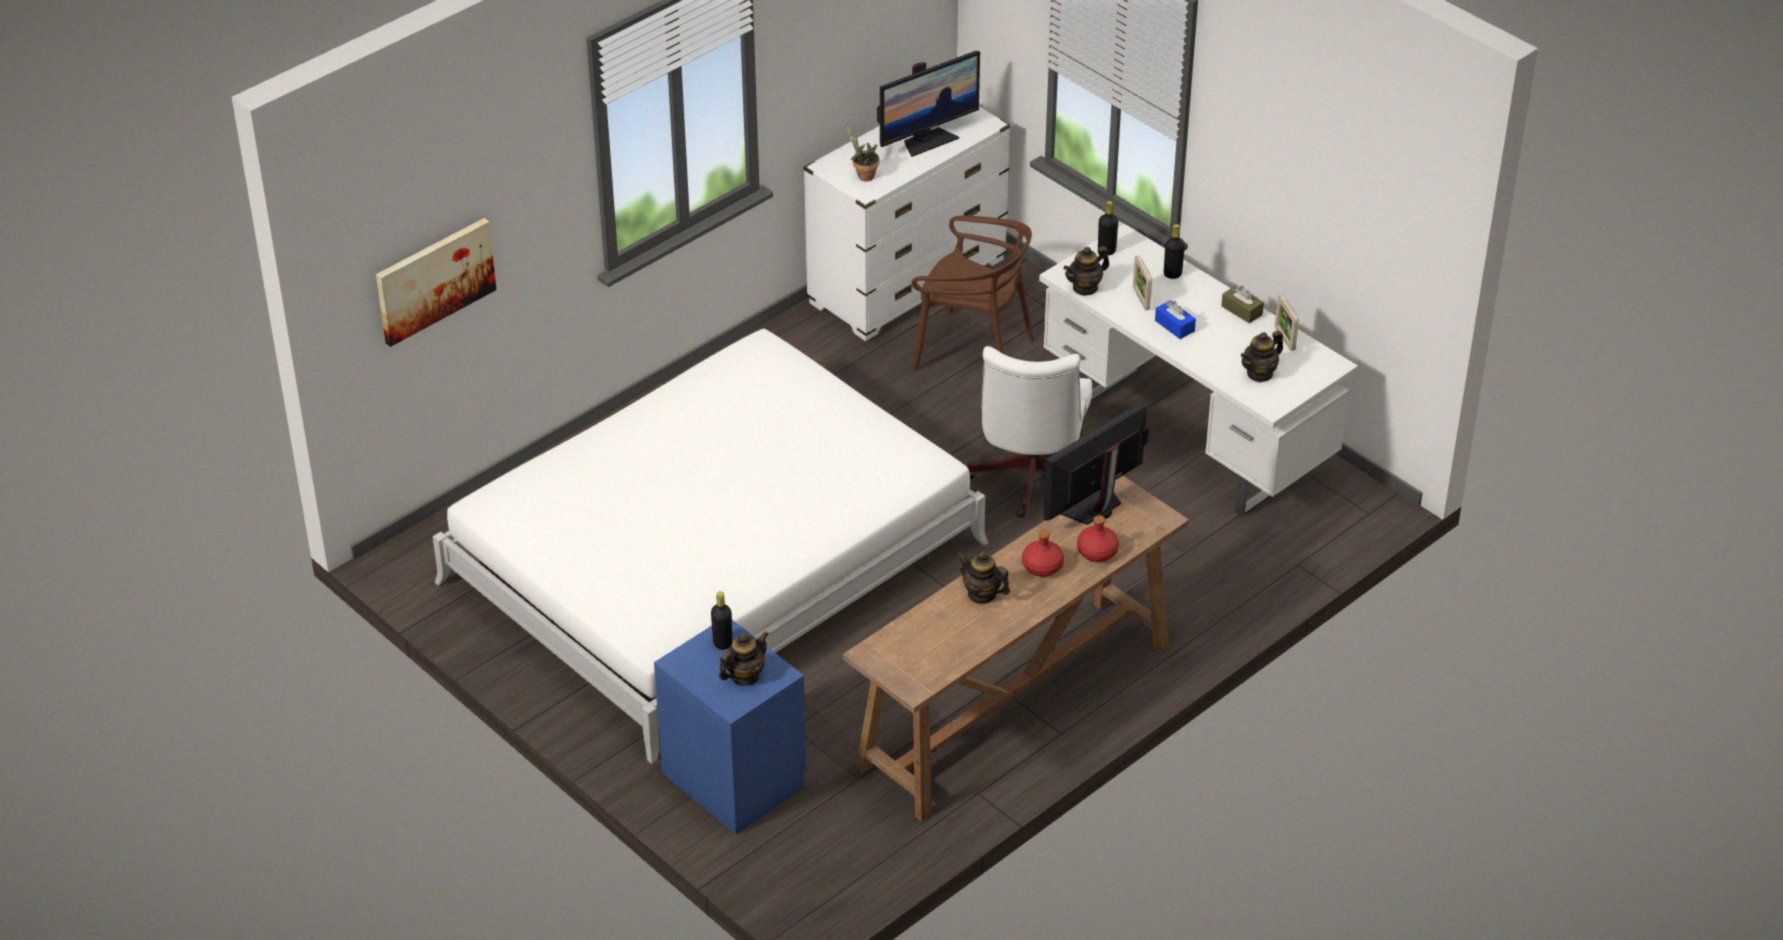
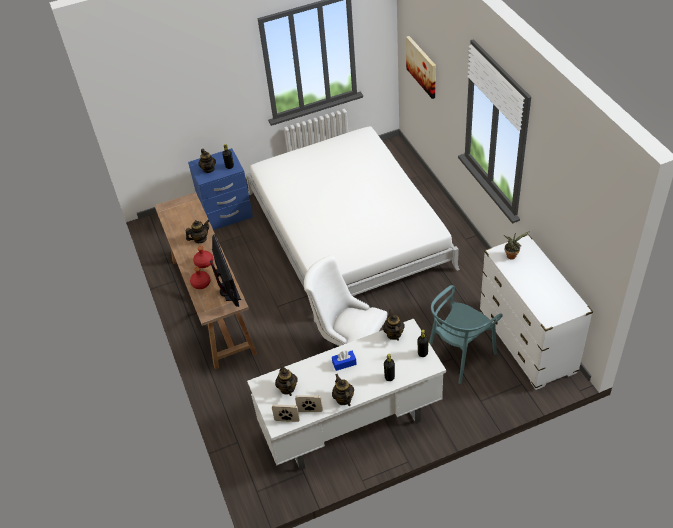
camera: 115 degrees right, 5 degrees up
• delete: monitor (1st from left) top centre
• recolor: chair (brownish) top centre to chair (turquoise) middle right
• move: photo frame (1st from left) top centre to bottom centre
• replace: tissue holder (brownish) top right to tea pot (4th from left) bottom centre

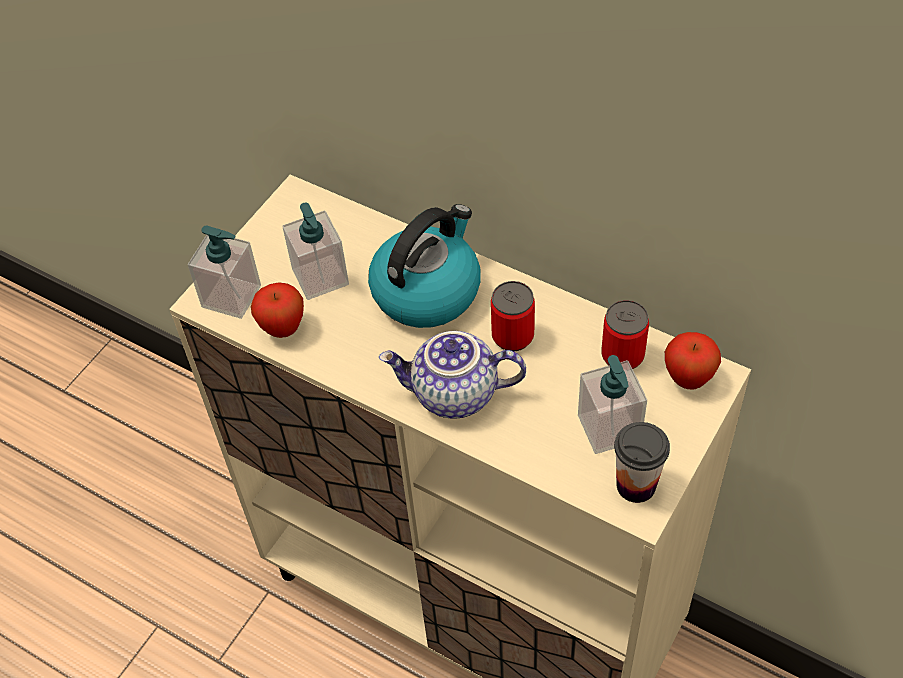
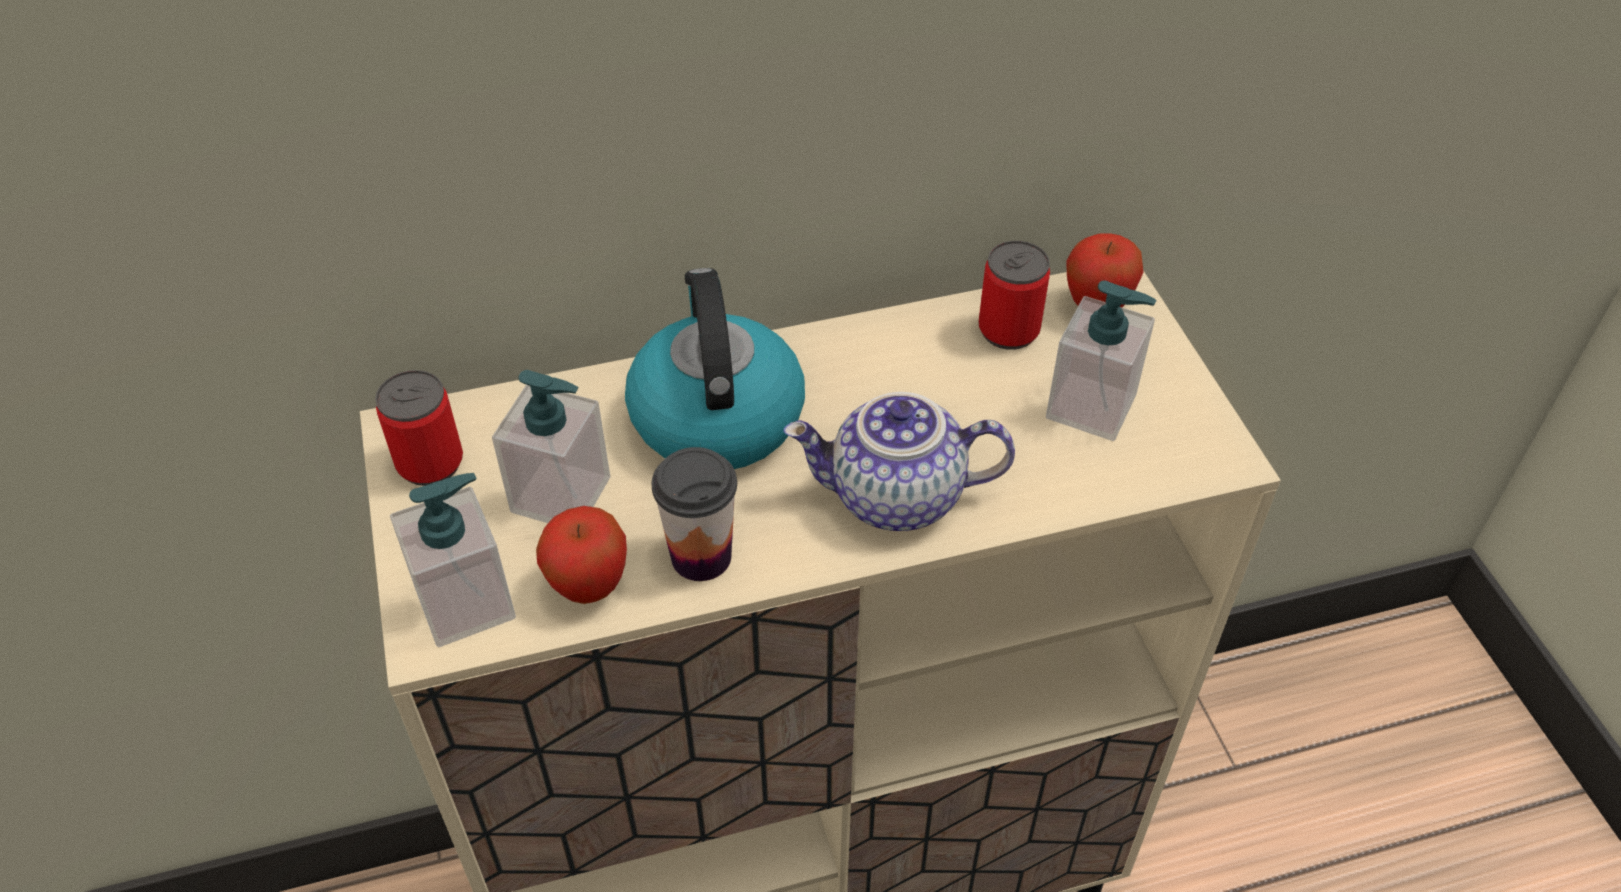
camera: 50 degrees left, 5 degrees down
• rotate: tea pot centre = centre 45 degrees clockwise
• move: metal can (1st from left) centre to middle left
• move: small cup bottom right to centre

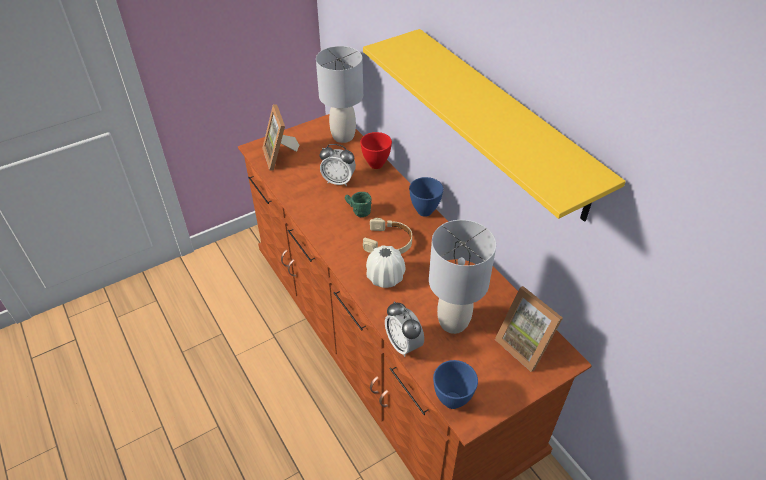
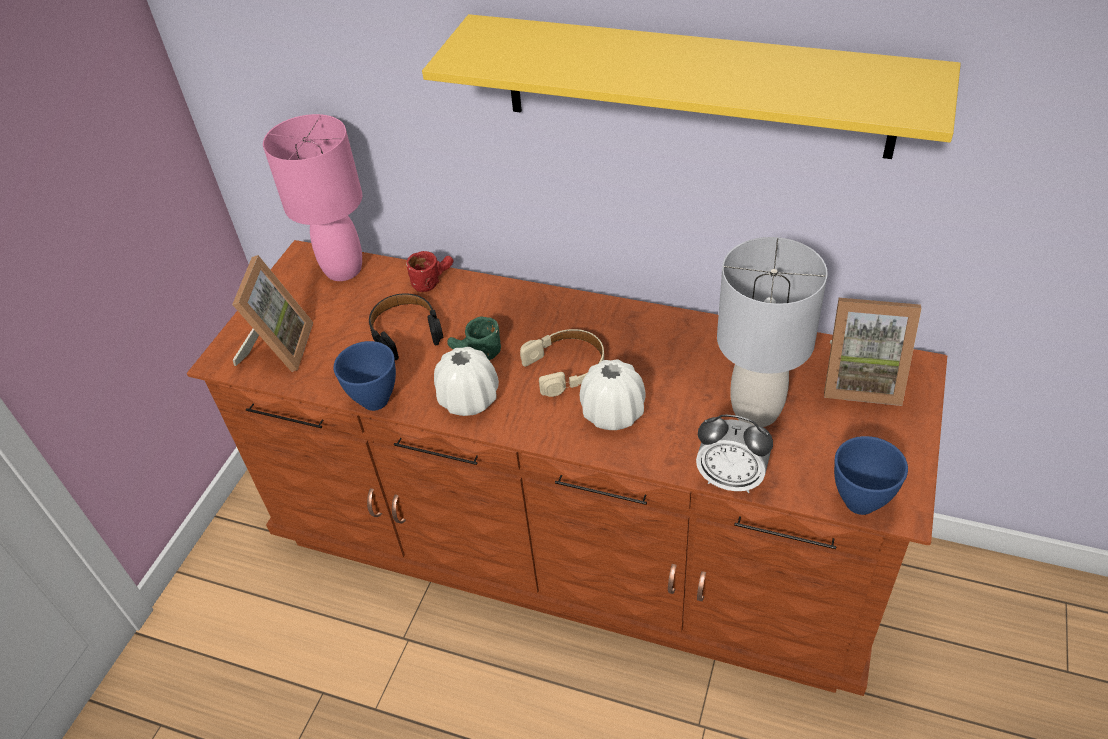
camera: 35 degrees left, 0 degrees up
• rotate: photo frame (1st from left) top centre = middle left 120 degrees counterclockwise
• recolor: tabletop lamp (gray) (1st from left) top centre to tabletop lamp (pink) top left
• replace: alarm clock (1st from left) centre to headset (blackish) centre
• replace: bowl (reddish) top centre to mug (reddish) centre
• move: bowl (blue-coloured) (1st from left) centre to middle left
• insert: decorative vase (whitish) (1st from left) centre

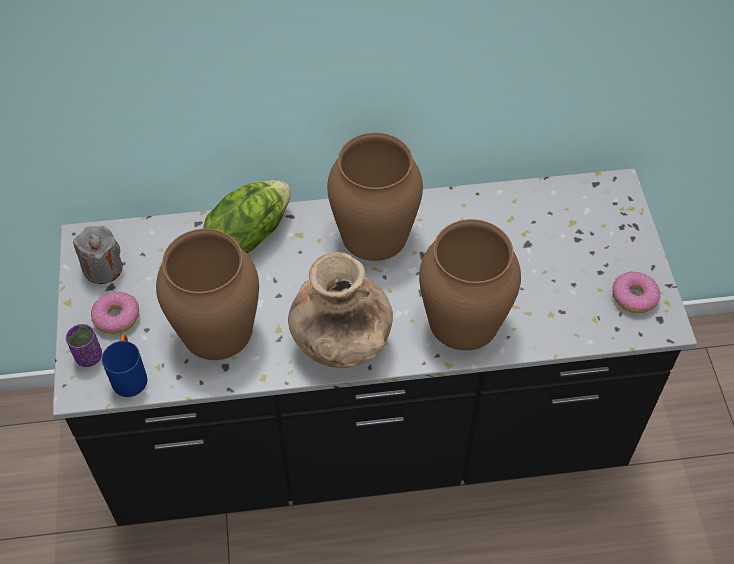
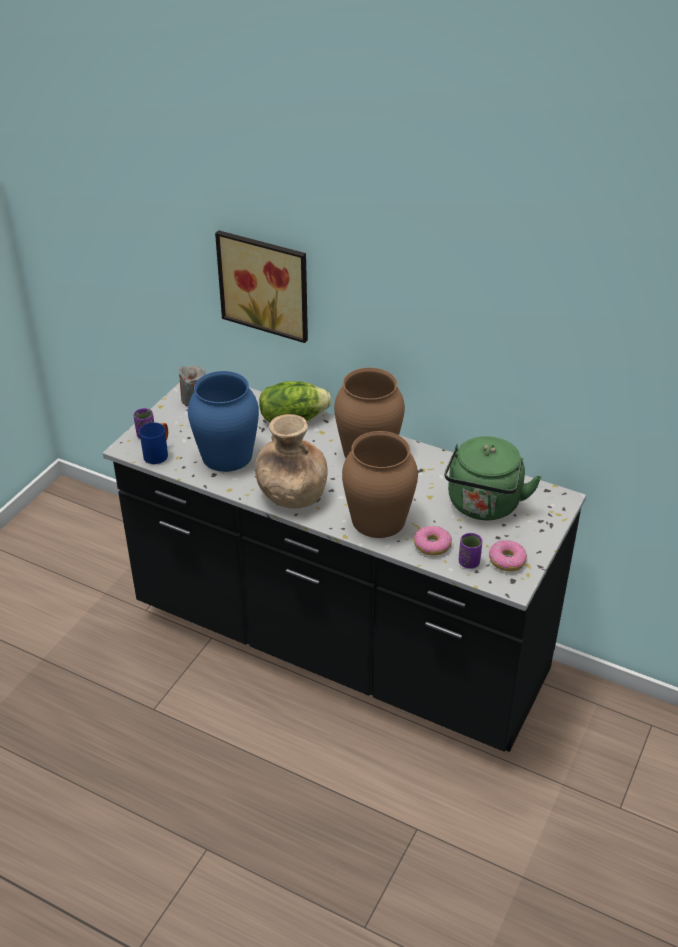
camera: 35 degrees right, 15 degrees down
• move: donut (1st from left) middle left to centre
• recolor: decorative vase (brownish) (1st from left) middle left to decorative vase (blue-coloured) middle left
• insert: wall picture top centre
• insert: tea kettle (green-coloured) middle right
• insert: small cup (purple) (2nd from left) middle right

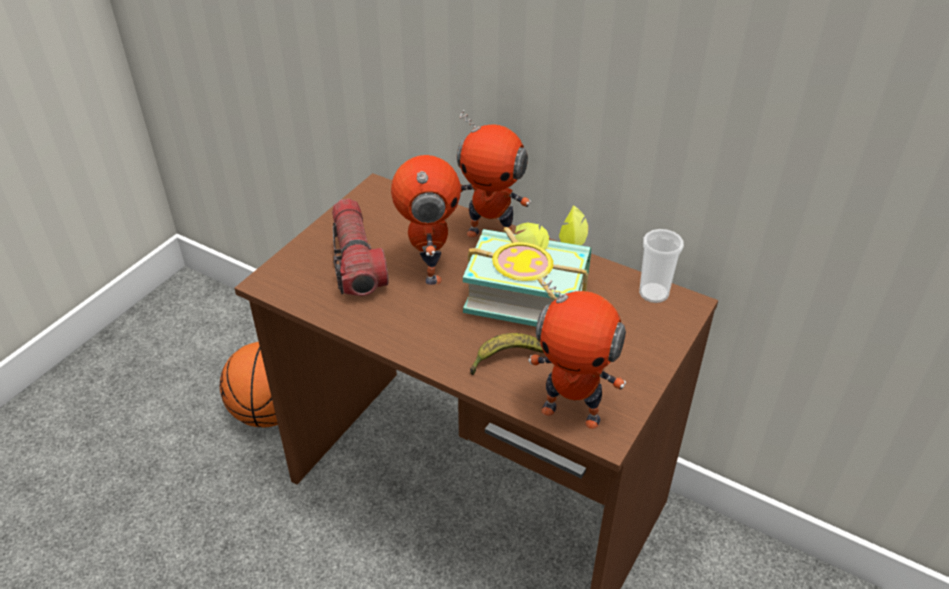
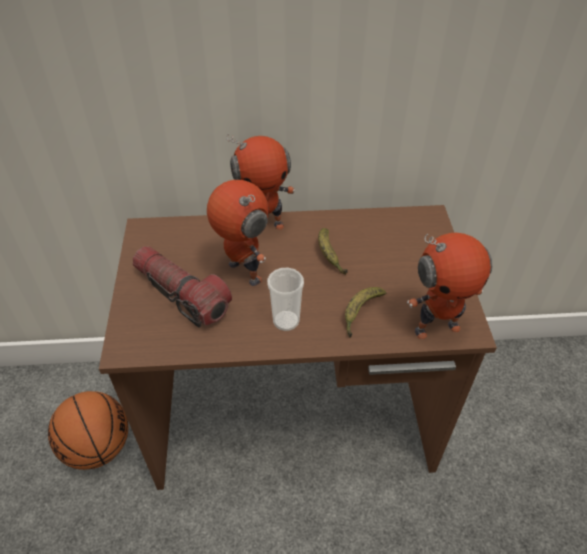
camera: 35 degrees left, 5 degrees up
• replace: bound book centre to whole banana (1st from left) centre
• move: small cup middle right to centre

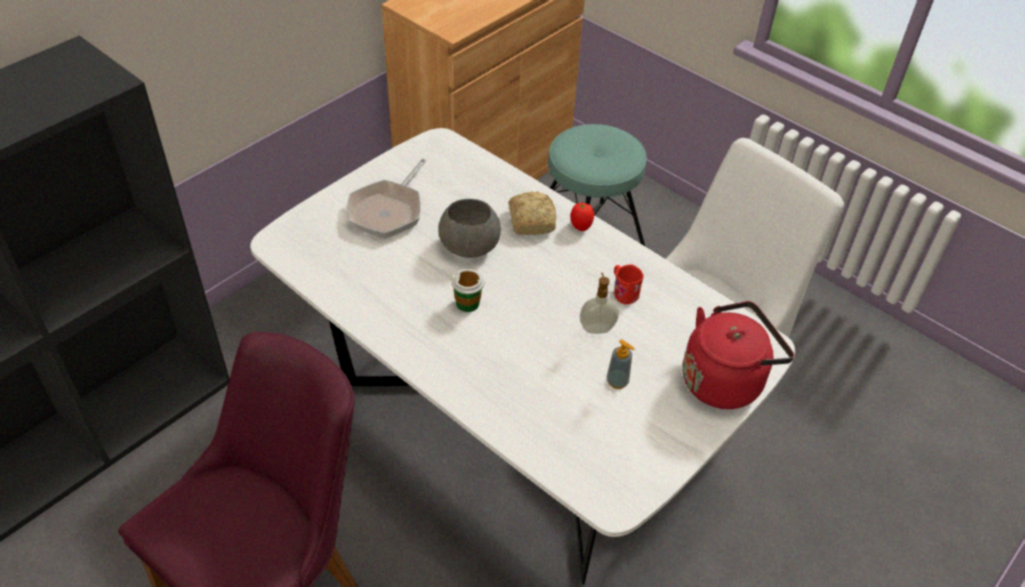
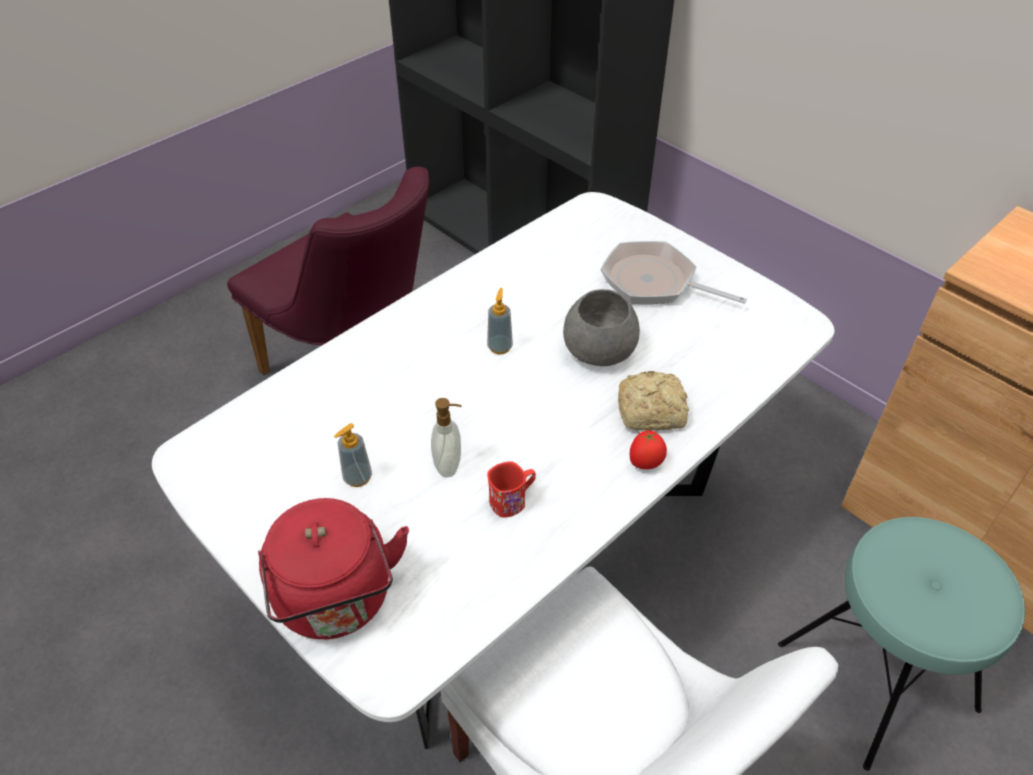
camera: 95 degrees right, 0 degrees up
• replace: small cup centre to soap bottle (3rd from left) centre

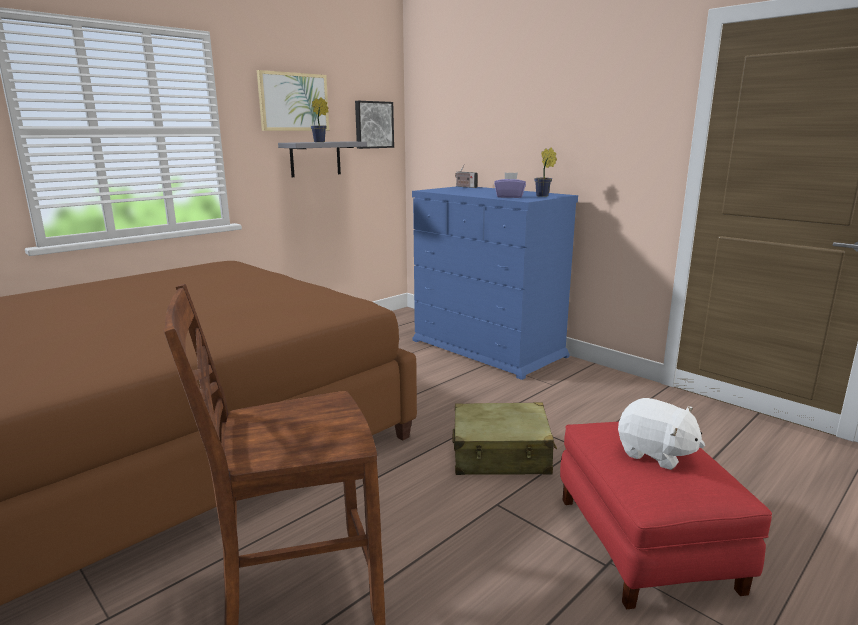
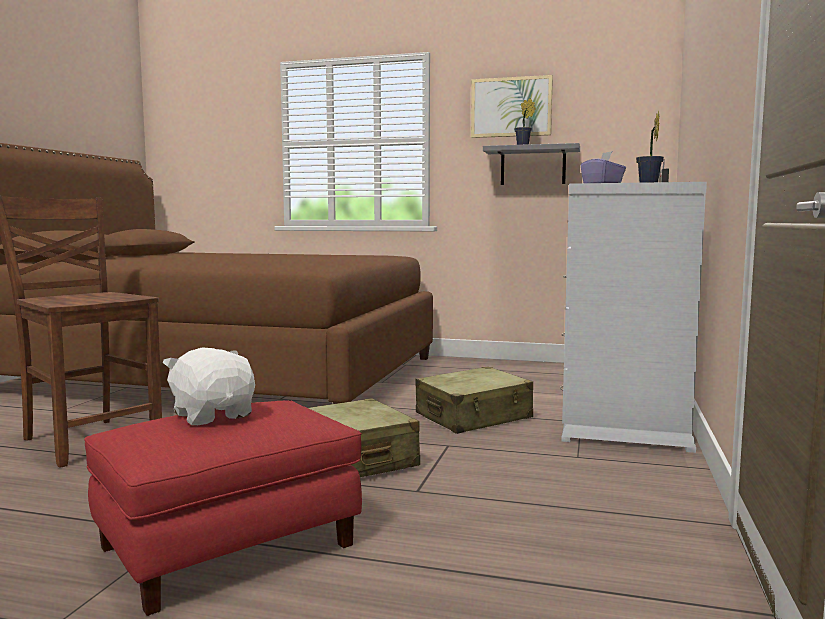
camera: 60 degrees right, 10 degrees down
• delete: wall picture (2nd from left) top centre
• recolor: chest of drawers (blue-coloured) centre to chest of drawers (whitish) middle right
• rotate: cuddly toy (whitish) bottom right = middle left 135 degrees clockwise
• insert: piece of luggage (beige) (2nd from left) centre

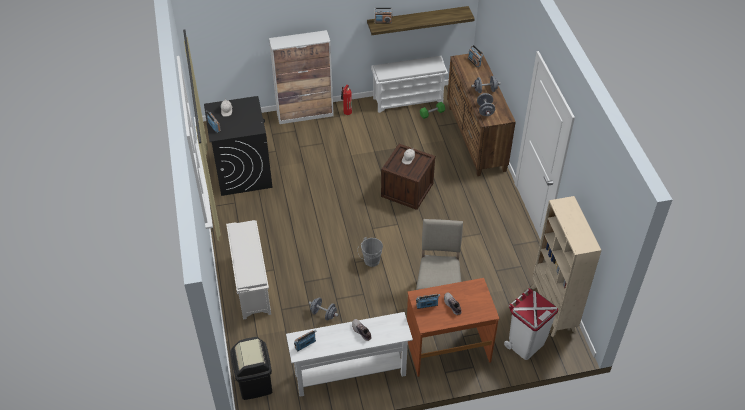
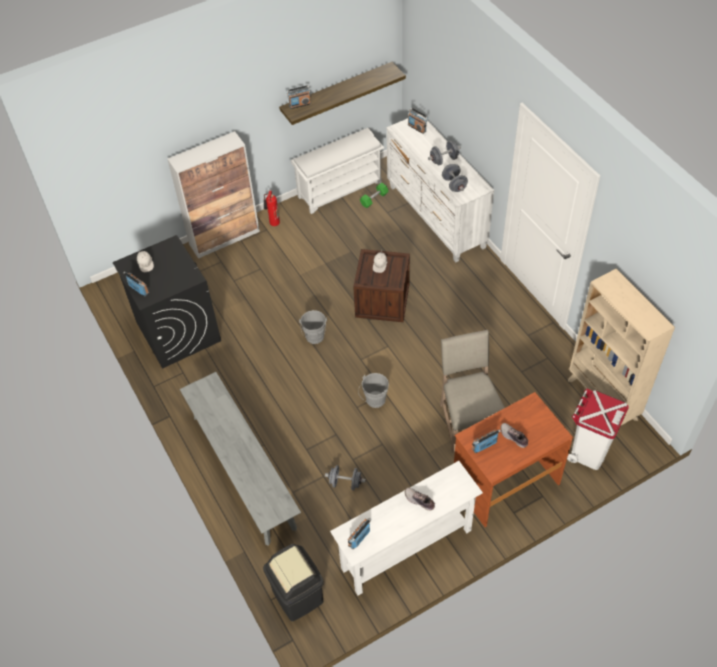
camera: 15 degrees left, 5 degrees up
• replace: shoe rack (whitish) (1st from left) middle left to bench (gray) bottom centre
• recolor: chest of drawers (brownish) top centre to chest of drawers (whitish) top centre
• insert: water bucket (gray) (1st from left) centre

